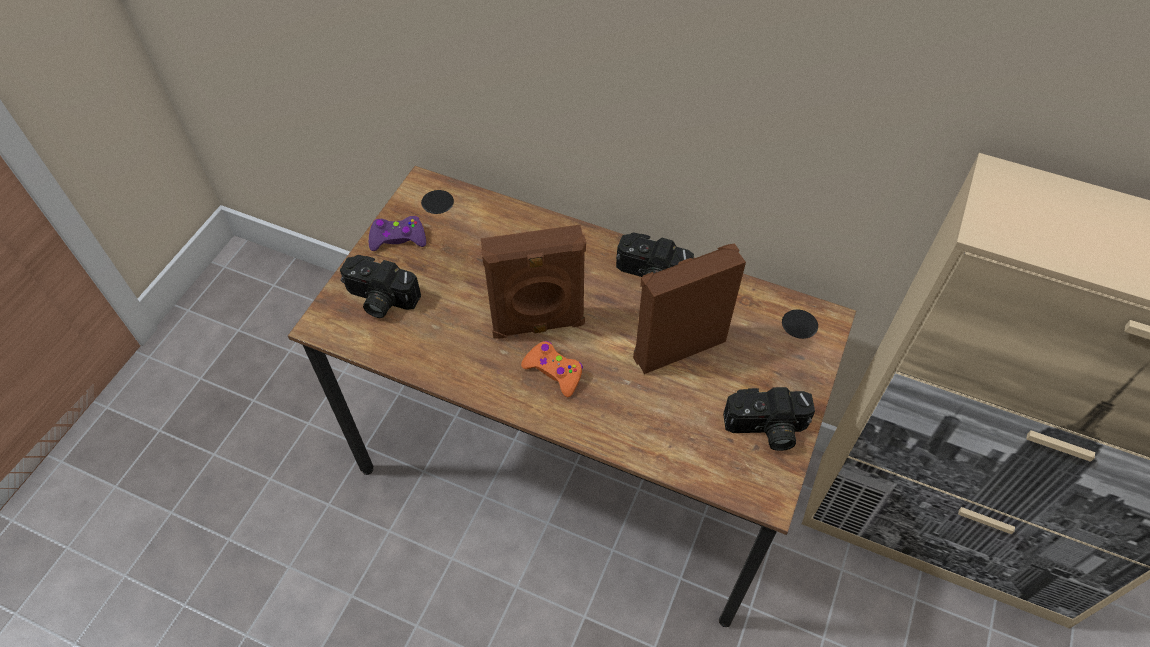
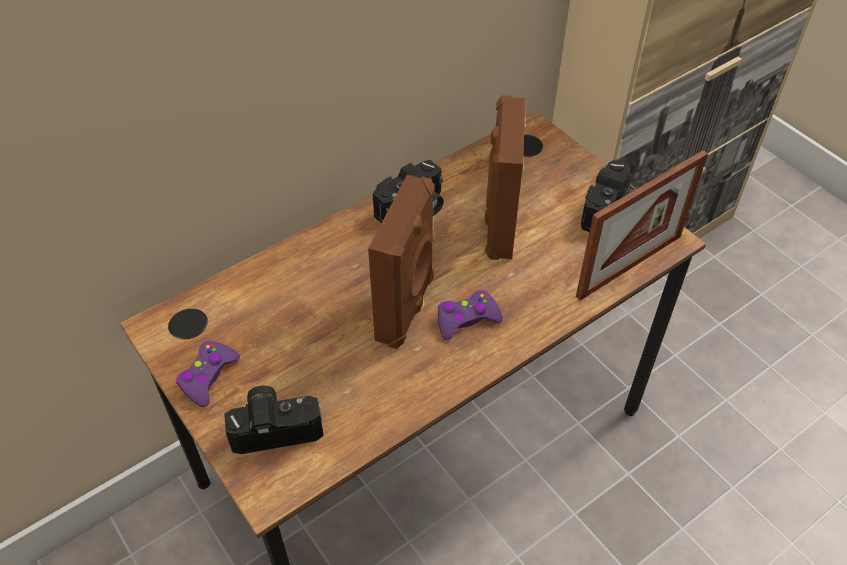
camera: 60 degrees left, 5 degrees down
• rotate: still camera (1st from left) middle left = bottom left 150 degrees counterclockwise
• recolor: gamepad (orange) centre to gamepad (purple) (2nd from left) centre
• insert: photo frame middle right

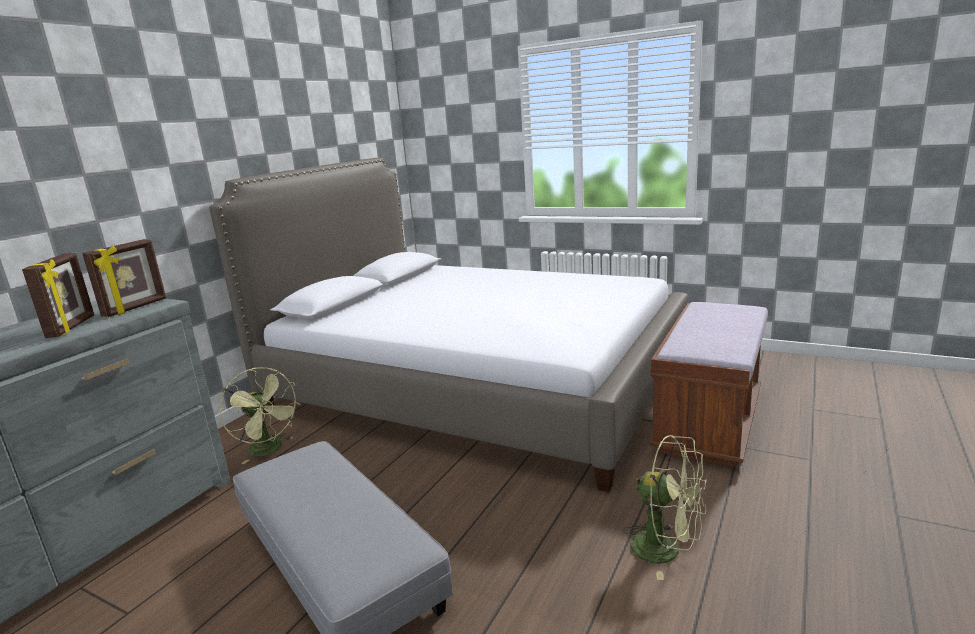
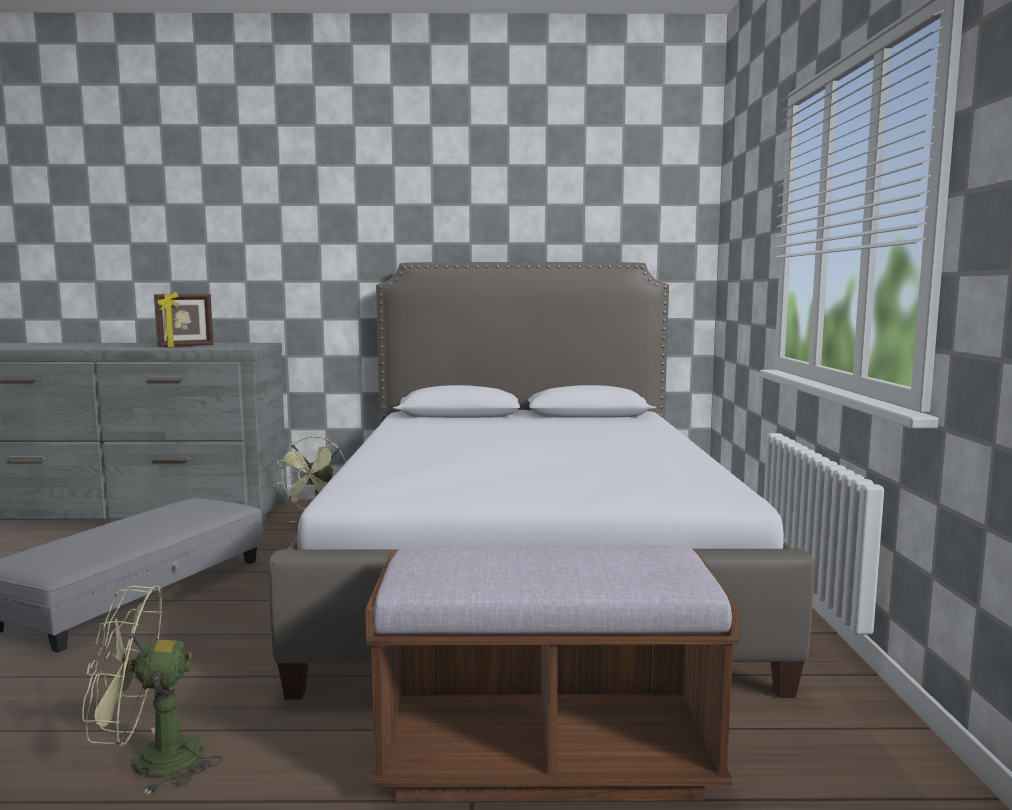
camera: 60 degrees right, 10 degrees down
• delete: photo frame (2nd from left) middle left
• rotate: electric fan (green-coloured) (2nd from left in the first image) bottom right = bottom left 75 degrees clockwise

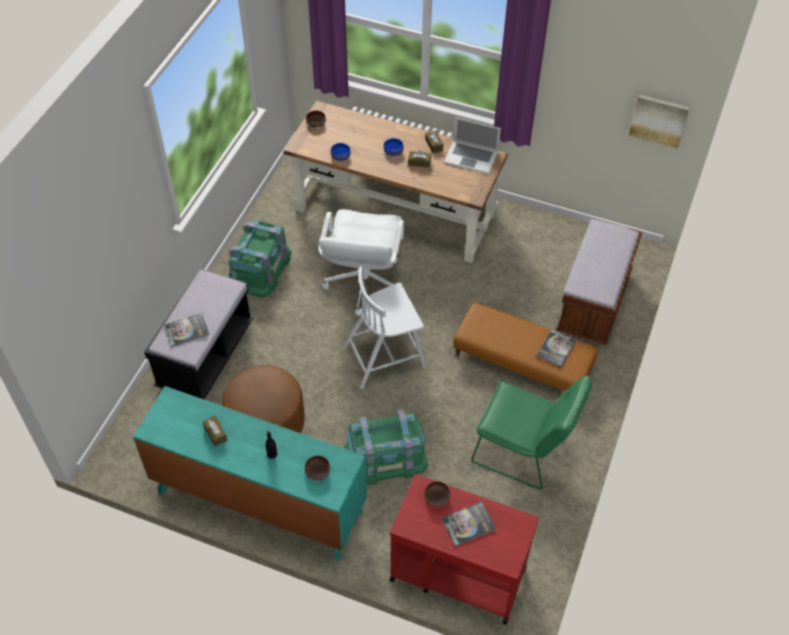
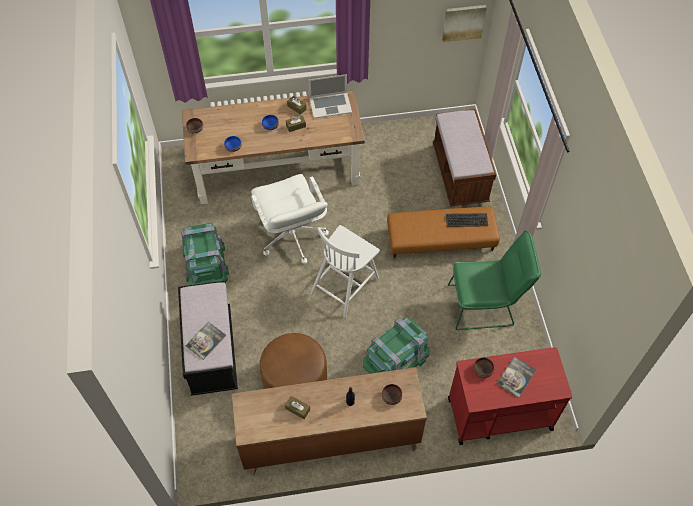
camera: 30 degrees left, 5 degrees up
• recolor: chest of drawers (turquoise) bottom left to chest of drawers (brownish) bottom centre
• replace: bound book (3rd from left) middle right to keyboard middle right

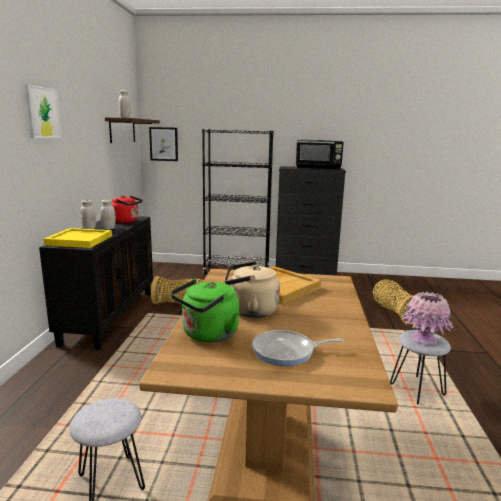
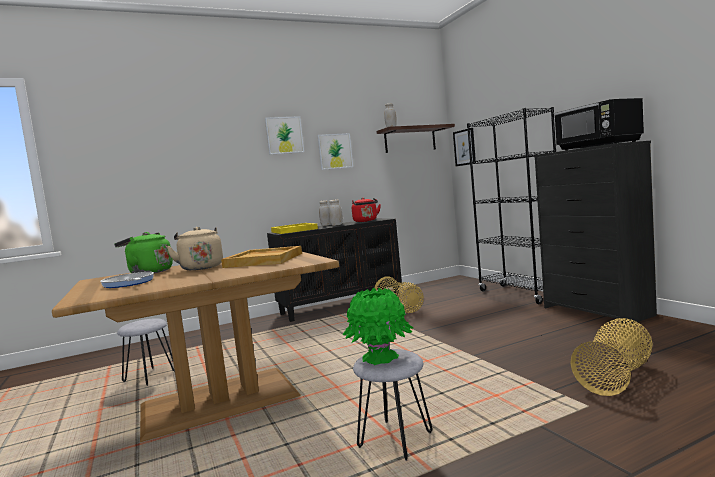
camera: 60 degrees right, 10 degrees down
• recolor: decorative vase (pink) middle right to decorative vase (green-coloured) bottom centre
• insert: wall picture (2nd from left) top centre

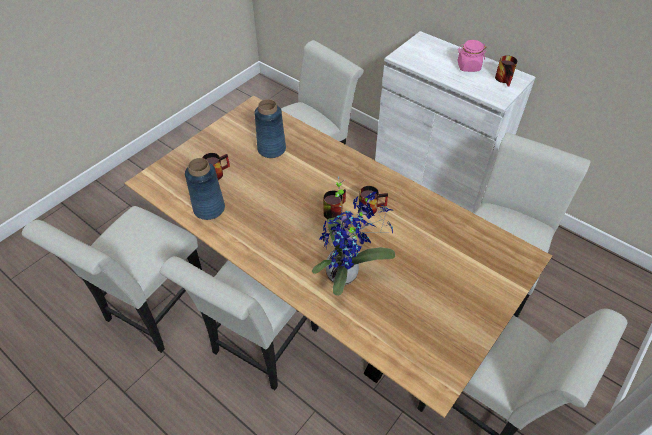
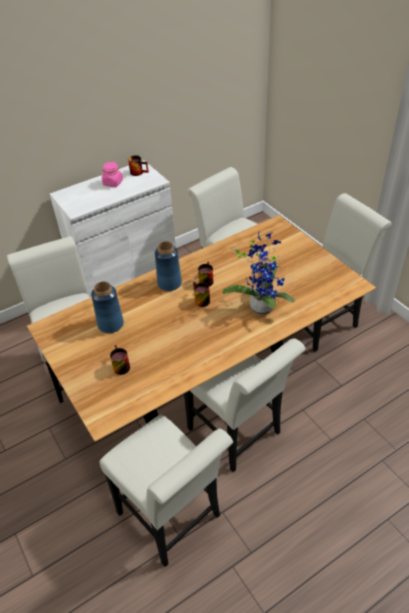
camera: 70 degrees left, 5 degrees down
• move: decorative vase (blue-coloured) (1st from left in the first image) middle left to decorative vase (blue-coloured) (2nd from left) centre

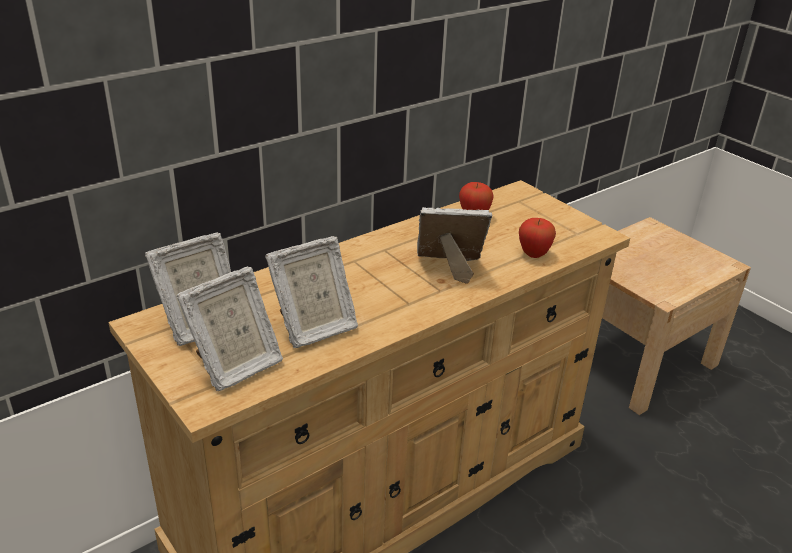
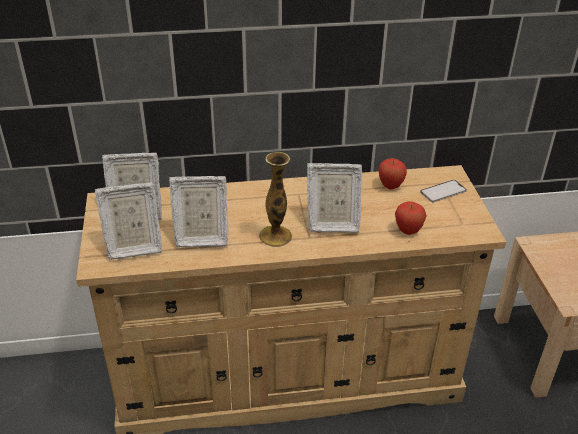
camera: 30 degrees right, 5 degrees up
• rotate: photo frame (4th from left) centre = centre 150 degrees clockwise
• insert: decorative vase centre
• insert: phone middle right

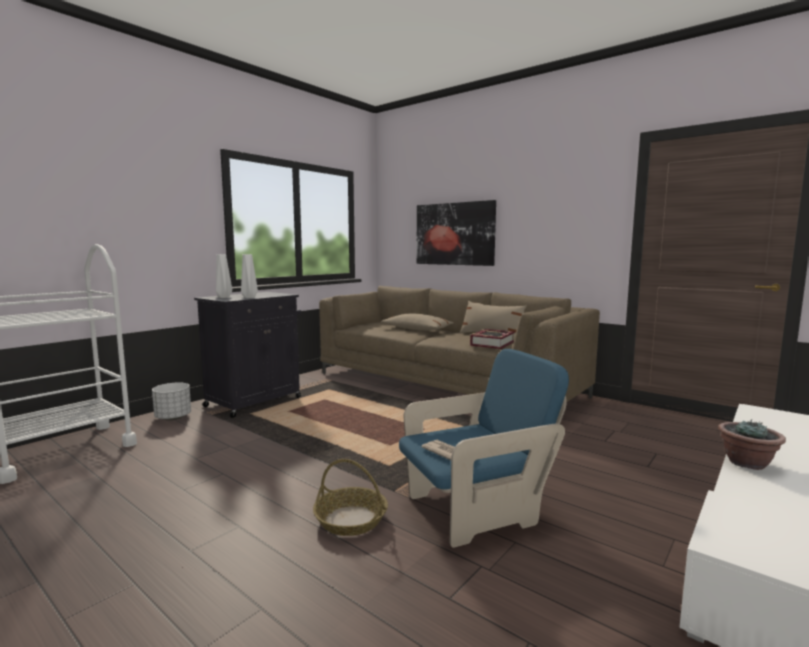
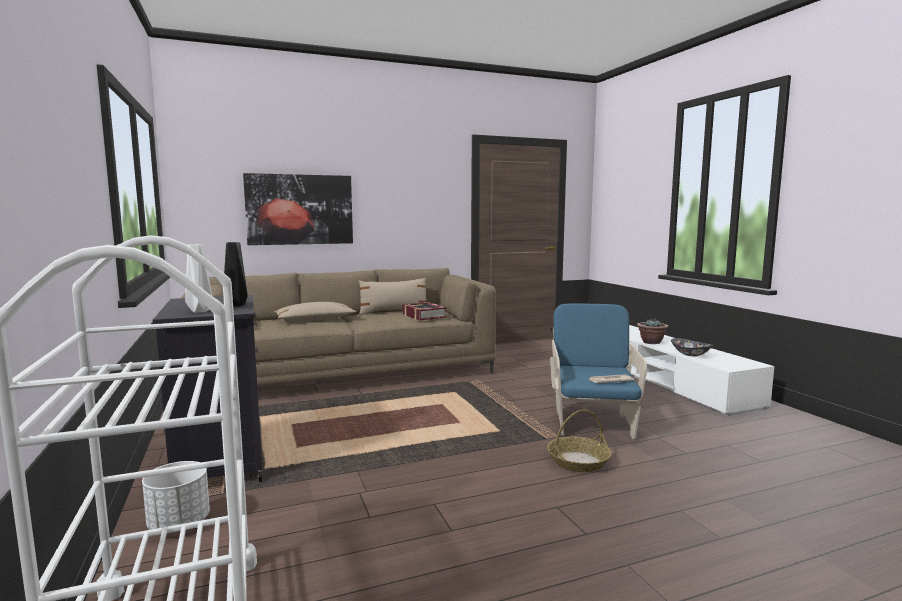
camera: 60 degrees left, 0 degrees up
• recolor: decorative vase (whitish) (2nd from left) middle left to decorative vase (blackish) middle left
• insert: bowl middle right

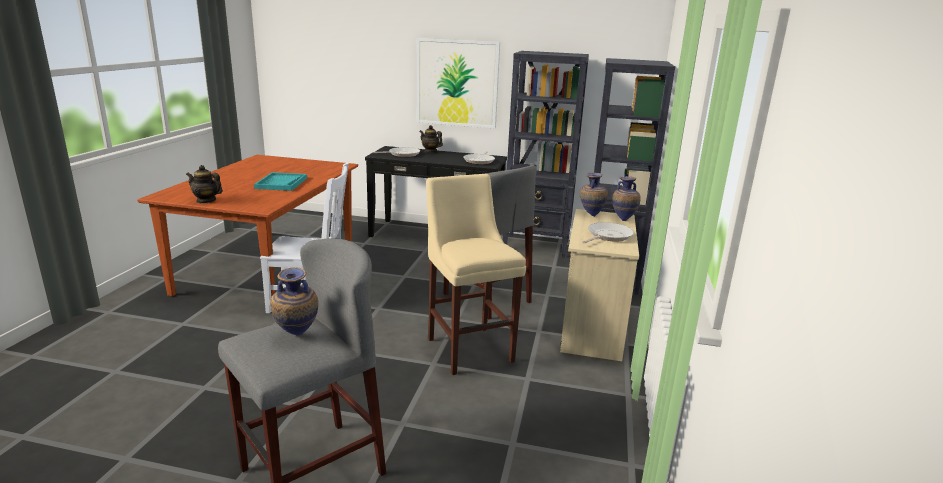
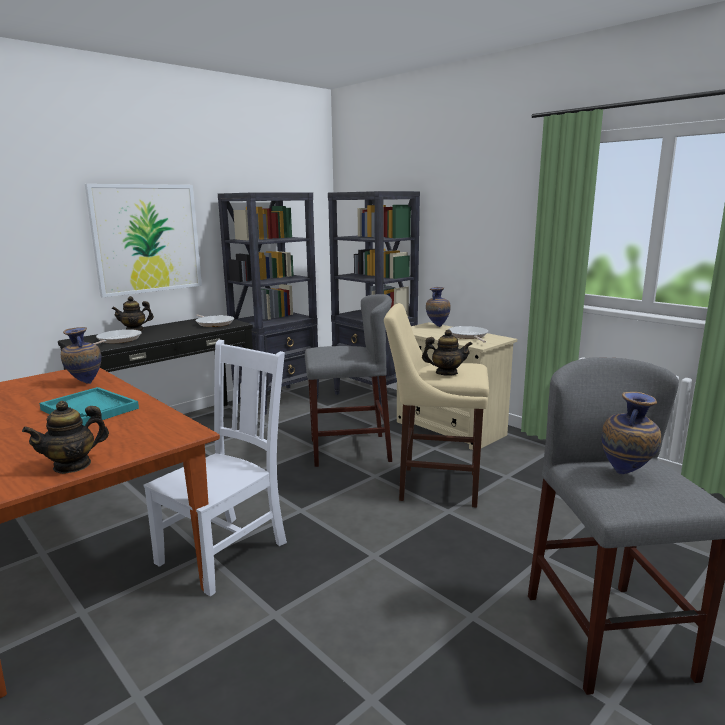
camera: 55 degrees left, 5 degrees down
• move: decorative vase (2nd from left in the first image) centre to decorative vase (1st from left) middle left
• insert: tea pot (3rd from left) centre

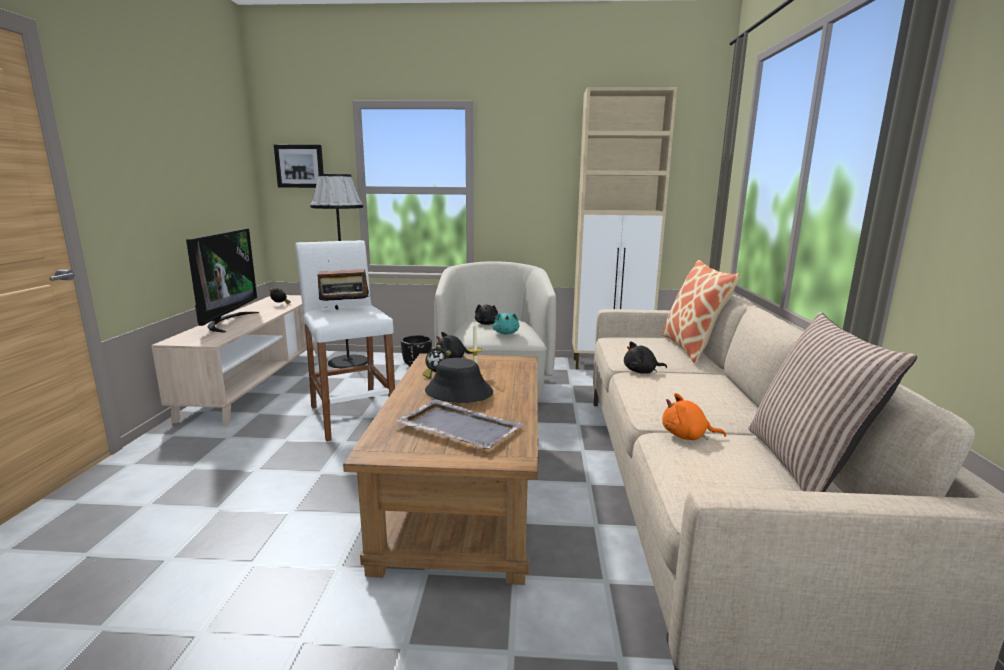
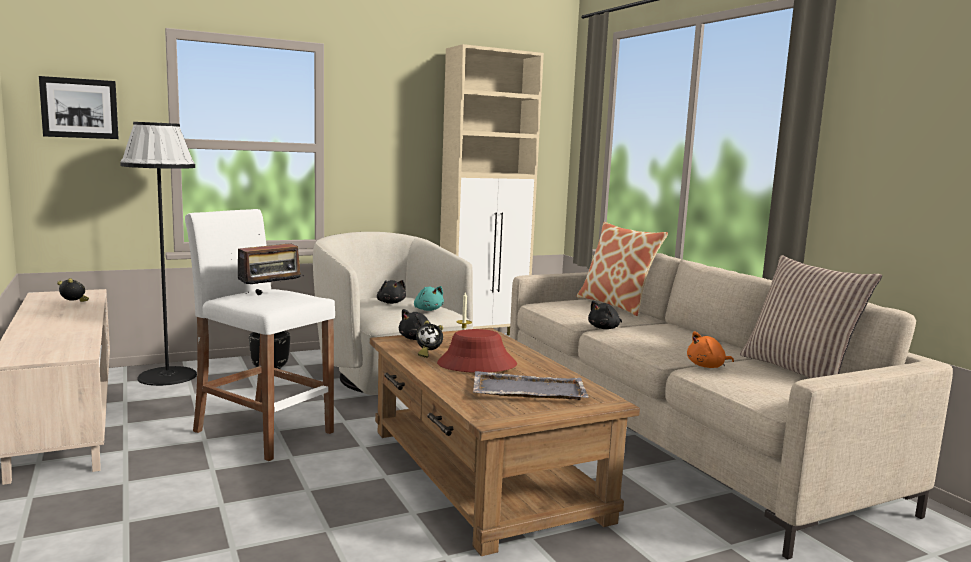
camera: 30 degrees left, 5 degrees down
• delete: television middle left
• recolor: clothing hat (blackish) centre to clothing hat (reddish) centre

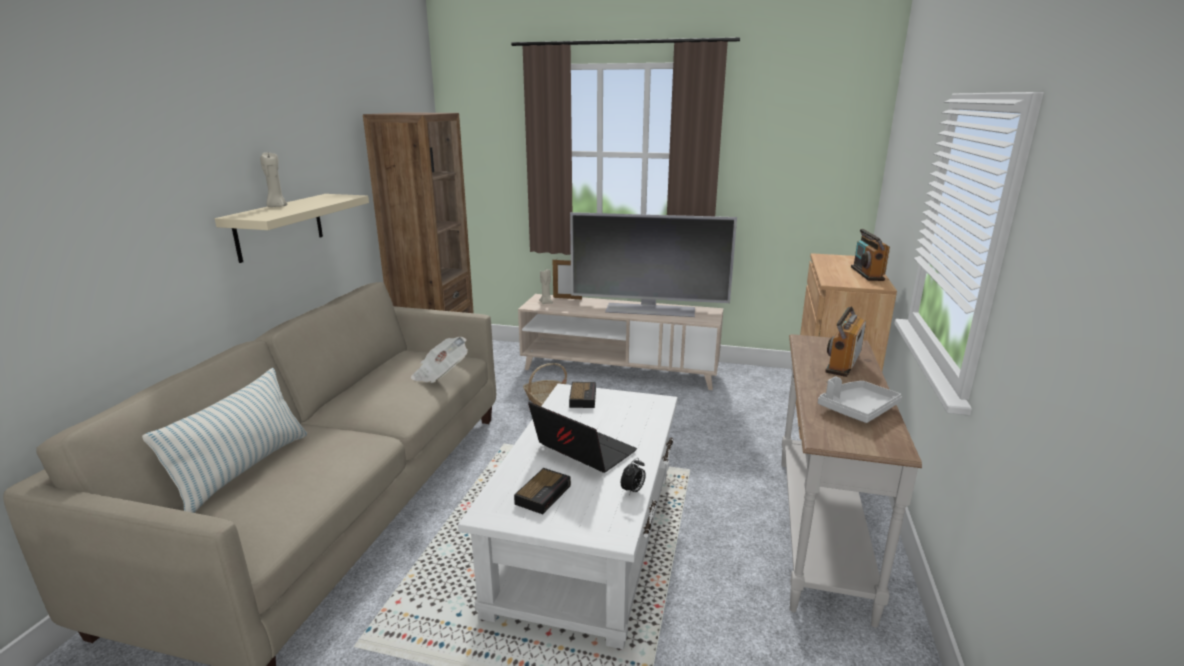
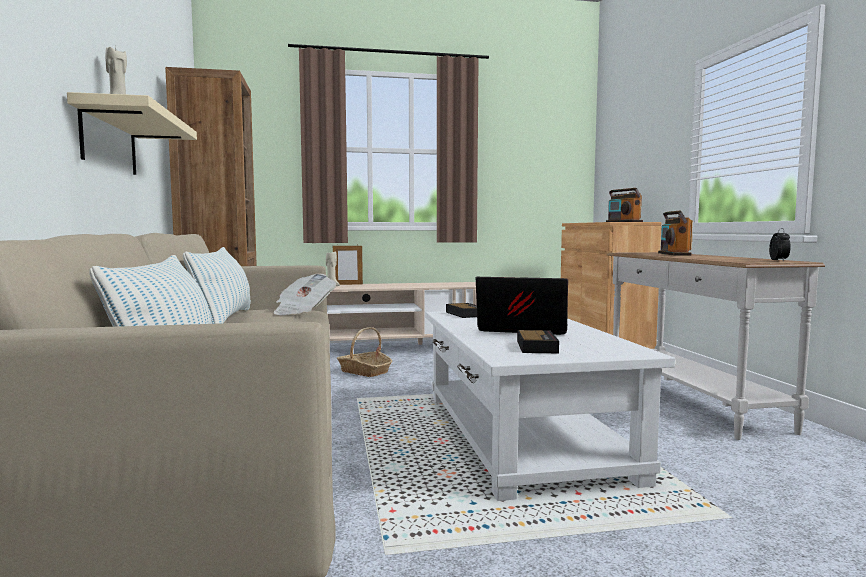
camera: 25 degrees left, 15 degrees down
• delete: television centre
• move: alarm clock (3rd from left) bottom centre to middle right
• delete: tray (gray) middle right
• insert: pillow (2nd from left) middle left

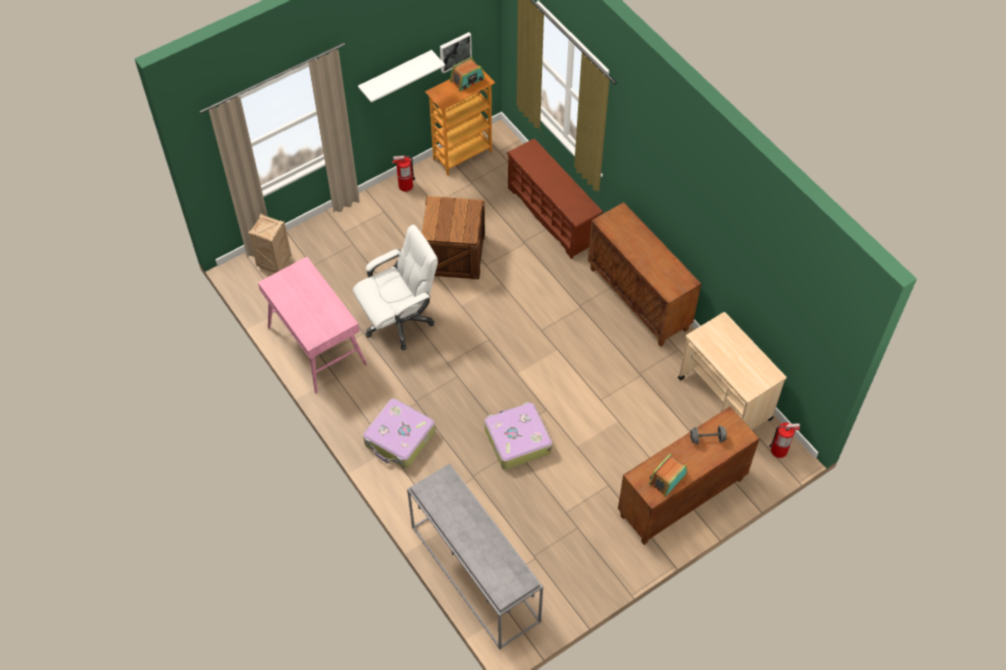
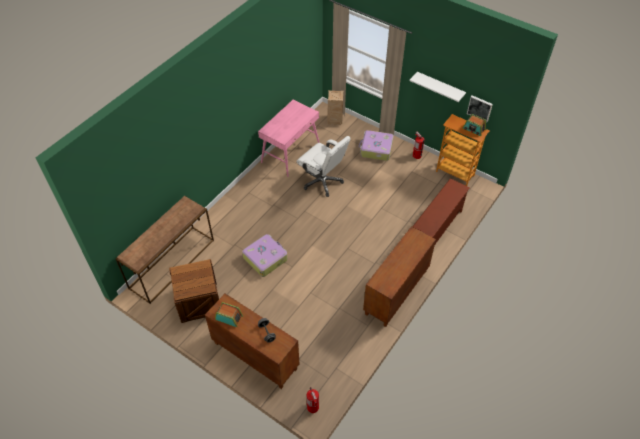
camera: 70 degrees right, 5 degrees down
• move: piece of luggage (1st from left in the first image) centre to piece of luggage (2nd from left) top centre
• recolor: narrow table (gray) bottom centre to narrow table (brownish) middle left
• move: shipping crate (2nd from left in the first image) centre to shipping crate (1st from left) middle left
• delete: cart (beige) middle right

